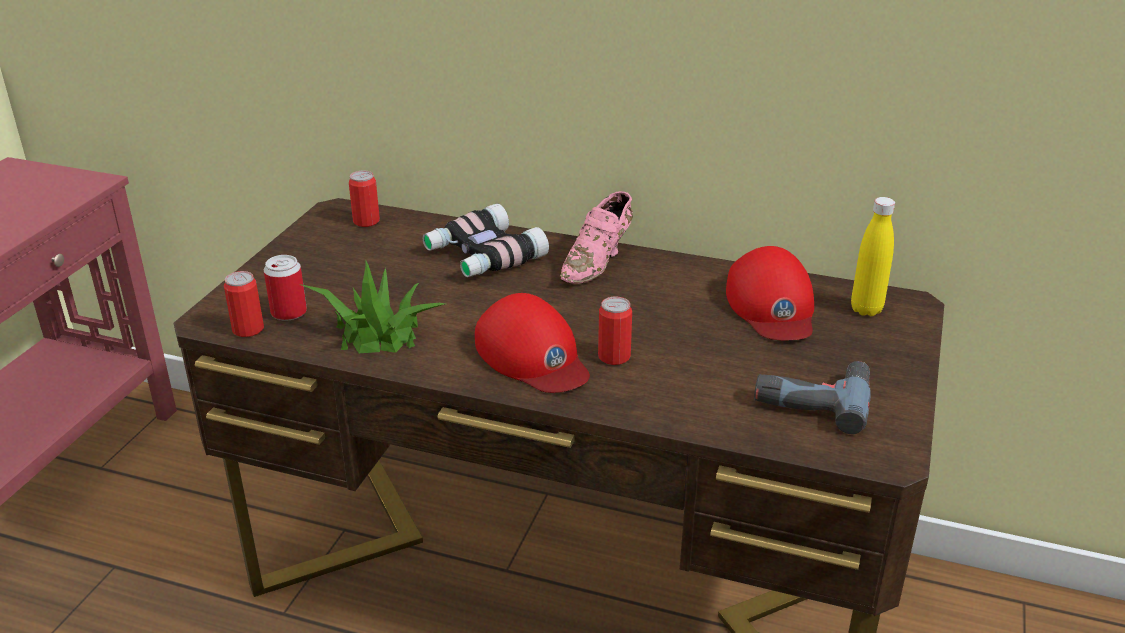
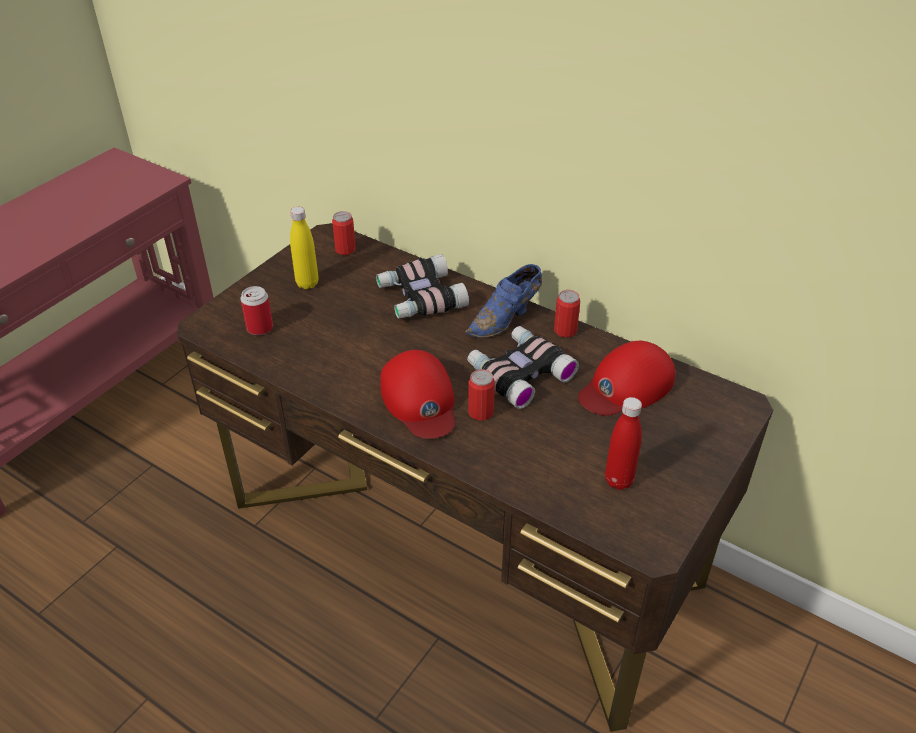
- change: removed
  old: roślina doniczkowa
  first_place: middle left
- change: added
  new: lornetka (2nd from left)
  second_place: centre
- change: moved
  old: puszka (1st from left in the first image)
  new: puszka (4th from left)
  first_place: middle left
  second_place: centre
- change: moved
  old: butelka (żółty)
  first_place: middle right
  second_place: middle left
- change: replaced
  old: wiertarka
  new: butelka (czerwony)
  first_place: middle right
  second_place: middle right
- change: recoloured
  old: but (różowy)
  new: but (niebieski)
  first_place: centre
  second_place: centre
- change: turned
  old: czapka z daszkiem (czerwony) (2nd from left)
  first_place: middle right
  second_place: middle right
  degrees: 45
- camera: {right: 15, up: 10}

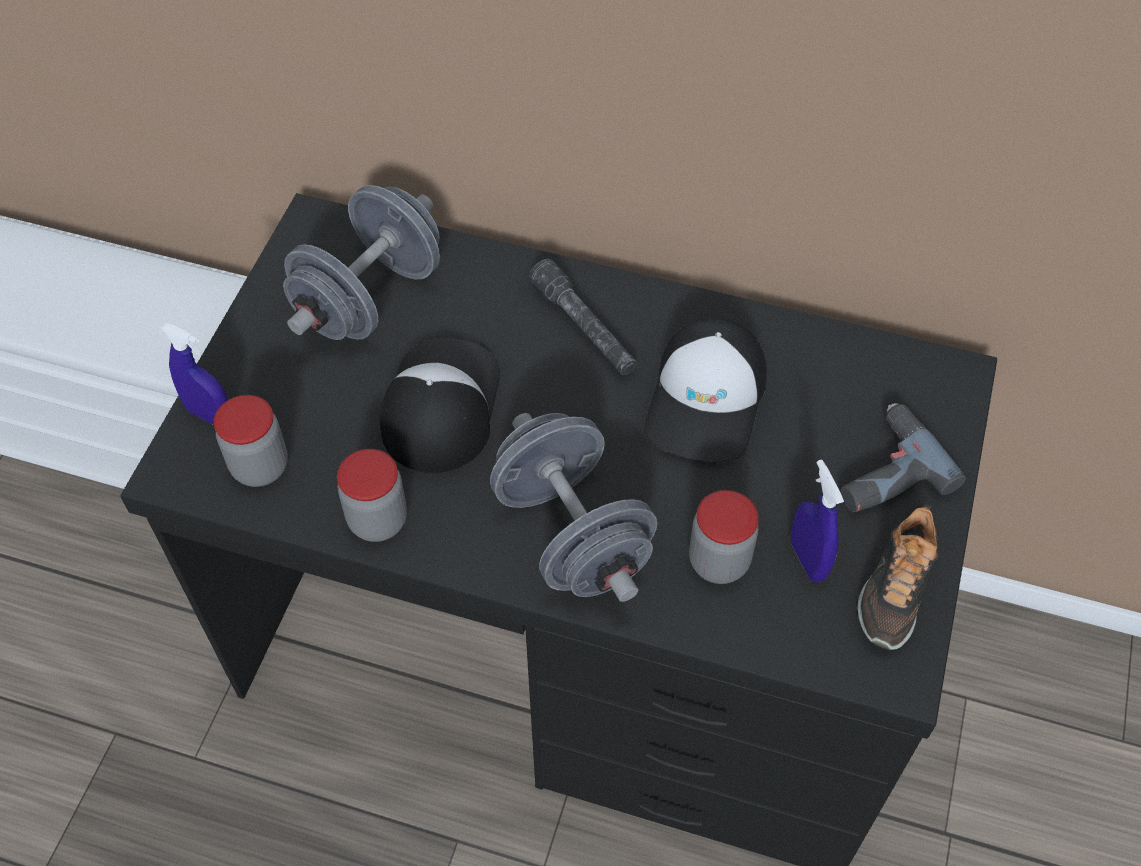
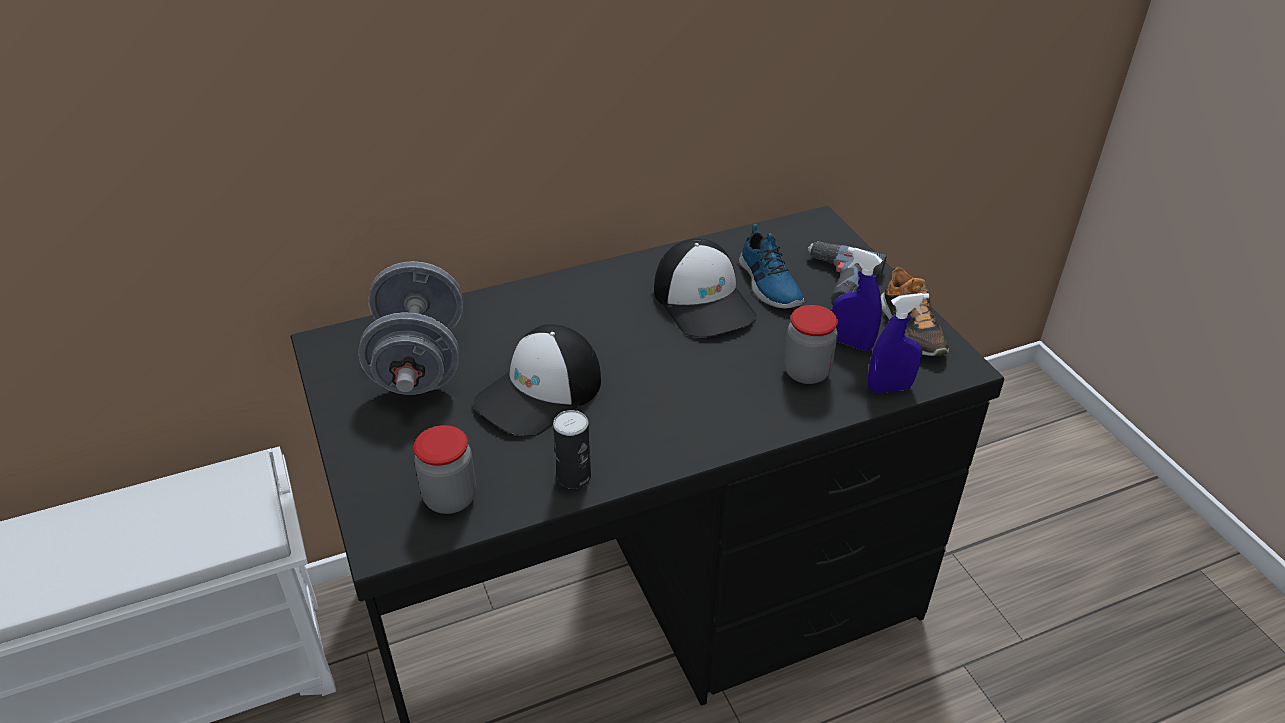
- change: removed
  old: hantel (szary) (2nd from left)
  first_place: centre
- change: removed
  old: latarka (szary)
  first_place: centre
- change: added
  new: but (1st from left)
  second_place: centre
- change: moved
  old: spryskiwacz (niebieski) (1st from left in the first image)
  new: spryskiwacz (niebieski) (2nd from left)
  first_place: middle left
  second_place: middle right
- change: replaced
  old: słoik (2nd from left)
  new: puszka
  first_place: middle left
  second_place: centre
- change: turned
  old: czapka z daszkiem (1st from left)
  first_place: centre
  second_place: centre
  degrees: -105
- camera: {right: -40, up: -15}

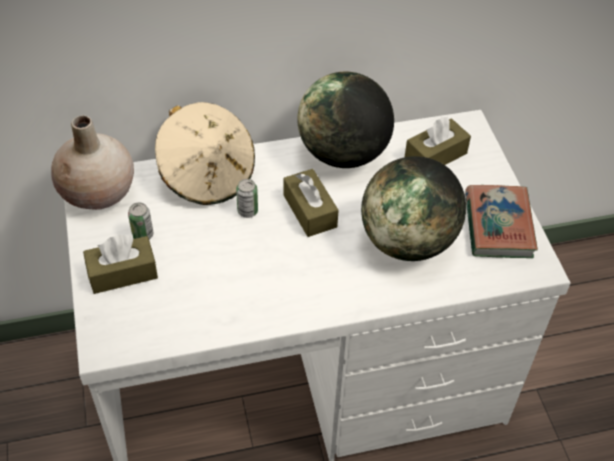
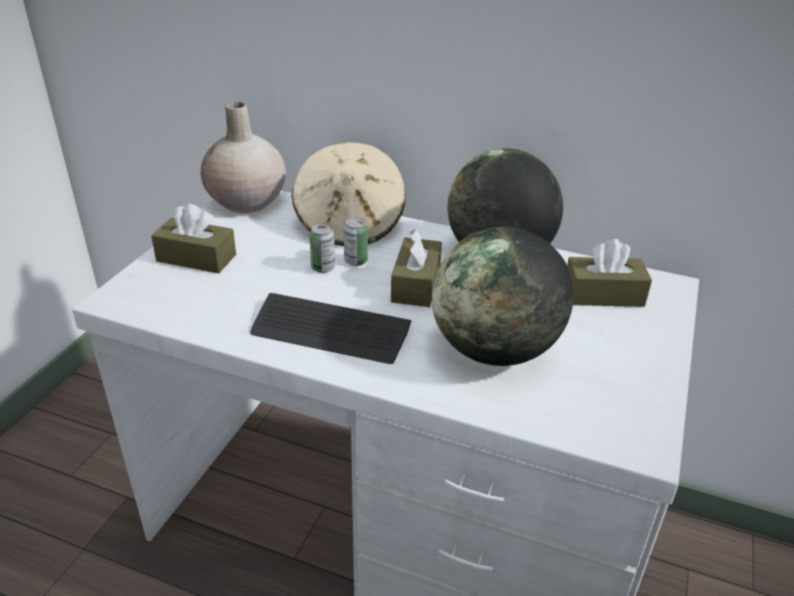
- change: removed
  old: książka
  first_place: middle right
- change: added
  new: klawiatura
  second_place: centre
- change: moved
  old: puszka (1st from left)
  first_place: middle left
  second_place: centre
- camera: {right: 35, up: -15}

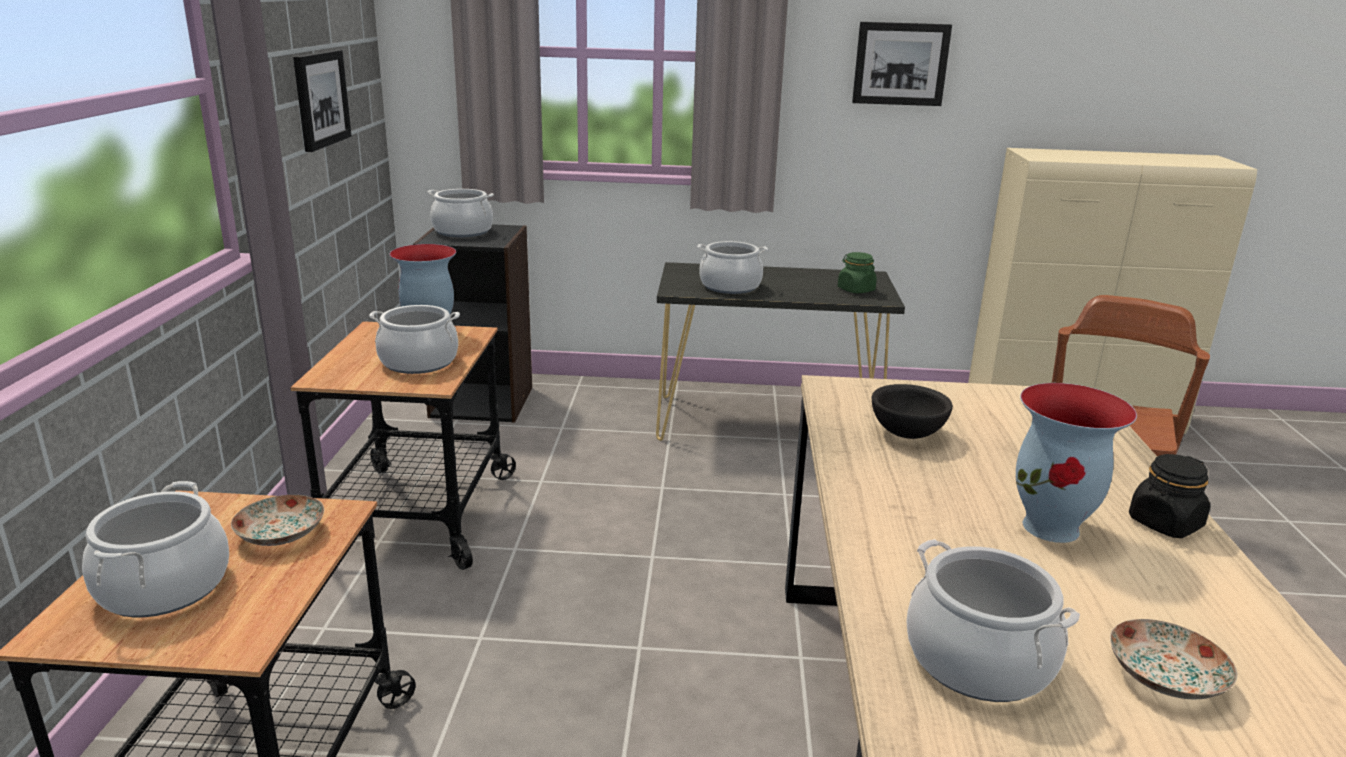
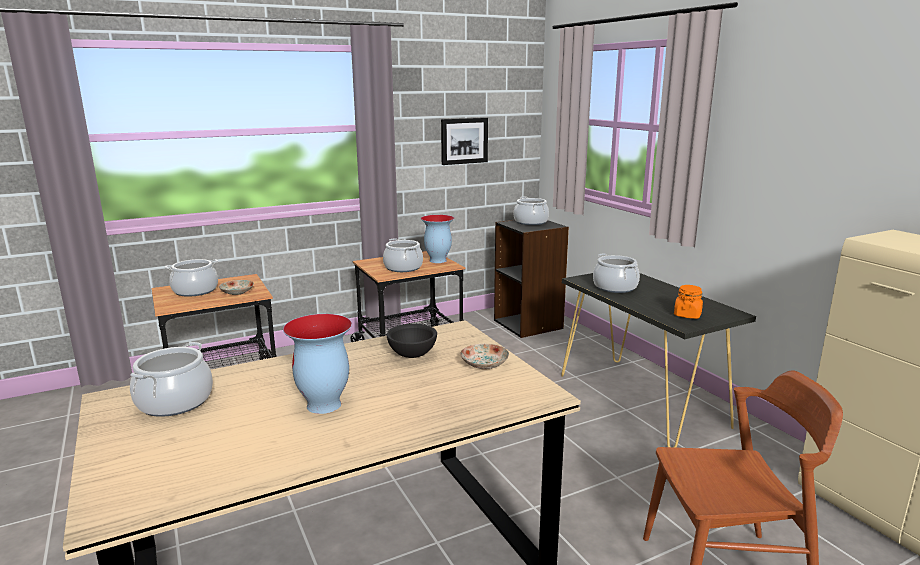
- change: removed
  old: obraz (2nd from left)
  first_place: top right
- change: removed
  old: słoik (czarny)
  first_place: middle right
- change: moved
  old: talerz (2nd from left)
  first_place: bottom right
  second_place: centre
- change: recoloured
  old: słoik (zielony)
  new: słoik (pomarańczowy)
  first_place: centre
  second_place: middle right
- camera: {right: 60, up: -5}

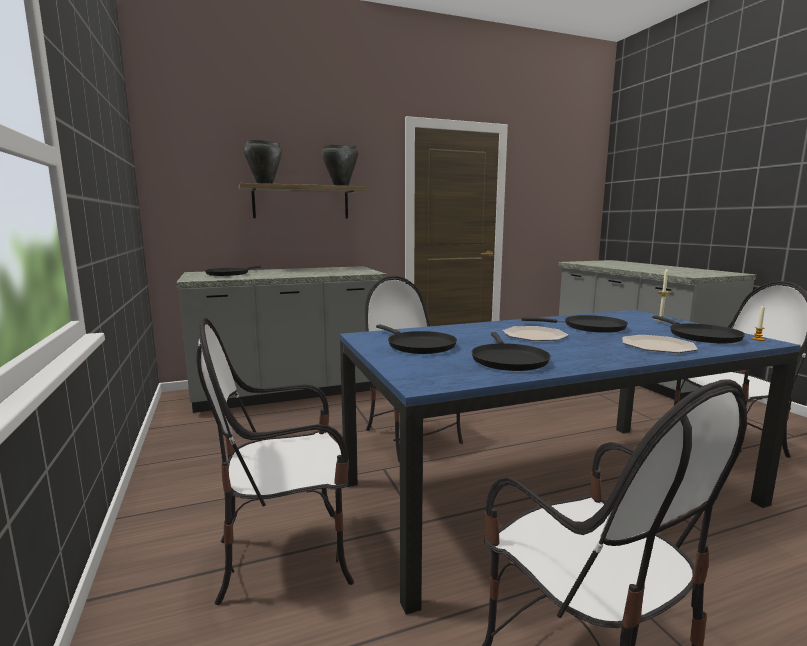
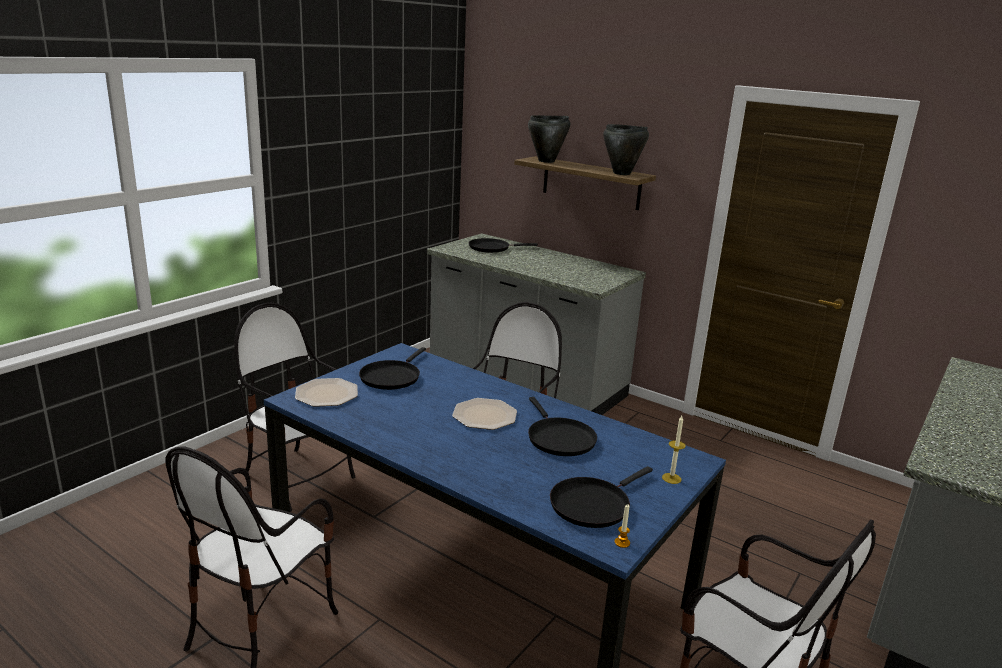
- change: removed
  old: patelnia (czarny) (3rd from left)
  first_place: centre
- change: moved
  old: talerz (2nd from left in the first image)
  new: talerz (1st from left)
  first_place: middle right
  second_place: middle left
- camera: {right: 55, up: 10}

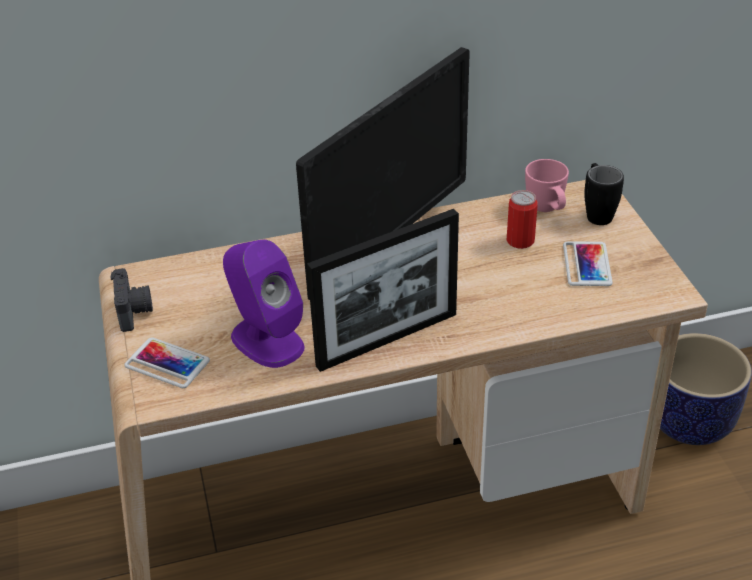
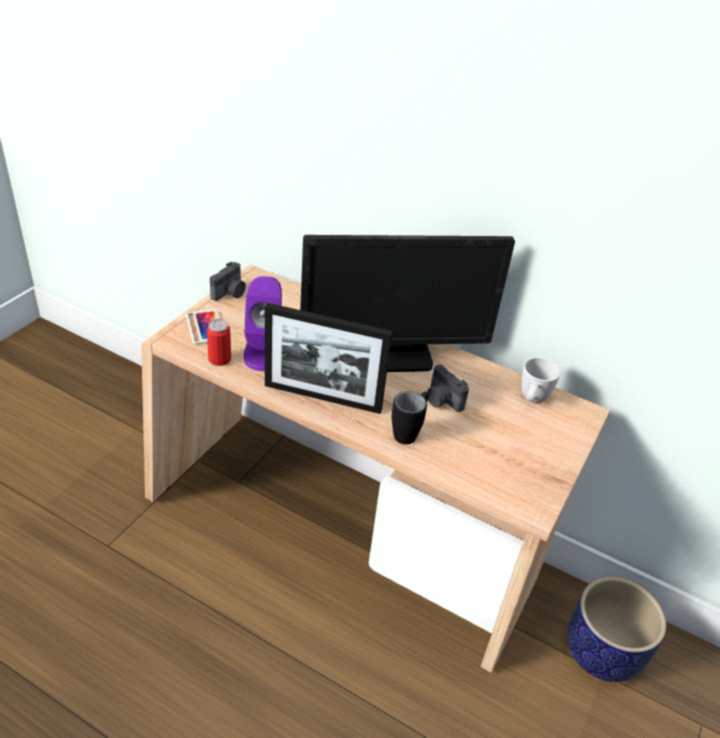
- change: removed
  old: telefon (2nd from left)
  first_place: middle right
- change: added
  new: aparat fotograficzny (2nd from left)
  second_place: centre
- change: moved
  old: puszka
  first_place: middle right
  second_place: middle left
- change: moved
  old: kubek (czarny)
  first_place: middle right
  second_place: centre
- change: recoloured
  old: kubek (różowy)
  new: kubek (biały)
  first_place: top right
  second_place: middle right
- camera: {right: 40, up: 0}

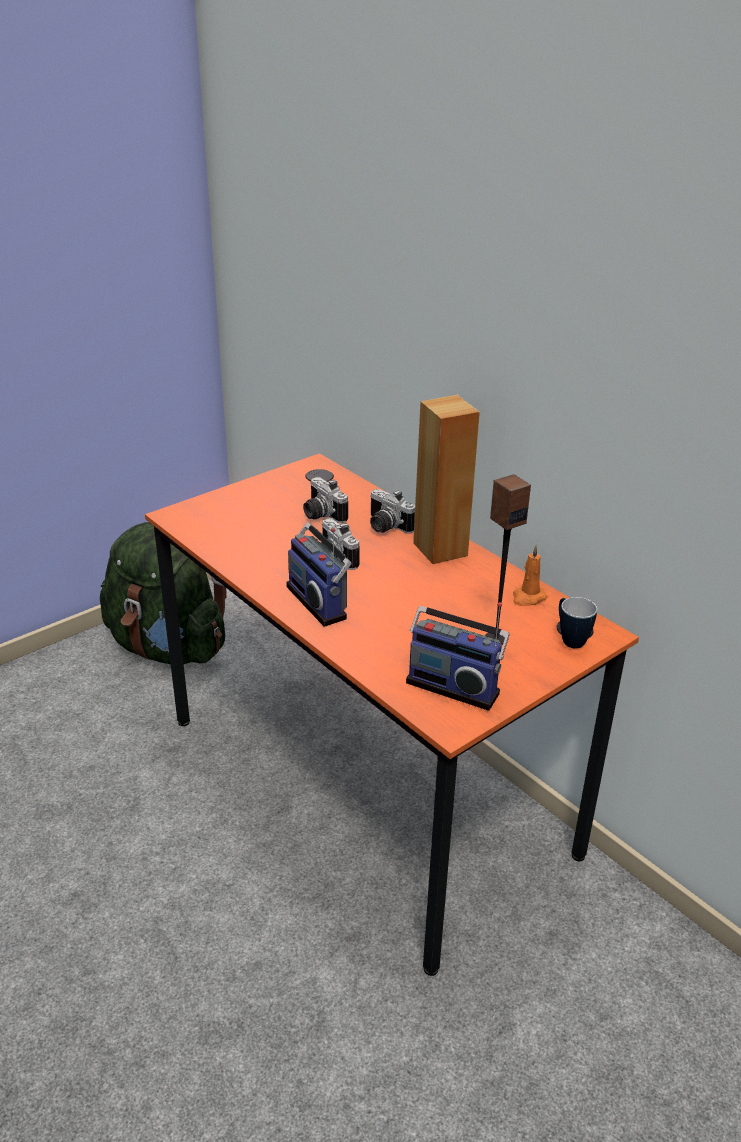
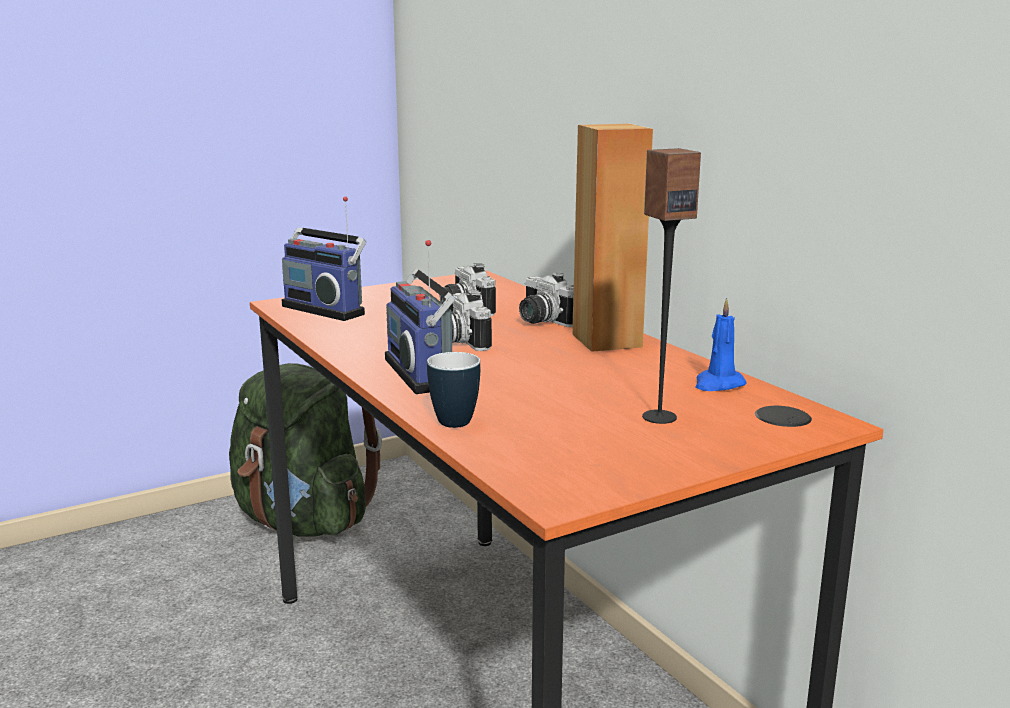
- change: moved
  old: radio (2nd from left in the first image)
  new: radio (1st from left)
  first_place: centre
  second_place: middle left
- change: moved
  old: kubek
  first_place: middle right
  second_place: centre
- change: recoloured
  old: świeca (pomarańczowy)
  new: świeca (niebieski)
  first_place: middle right
  second_place: middle right
- camera: {right: 10, up: -15}

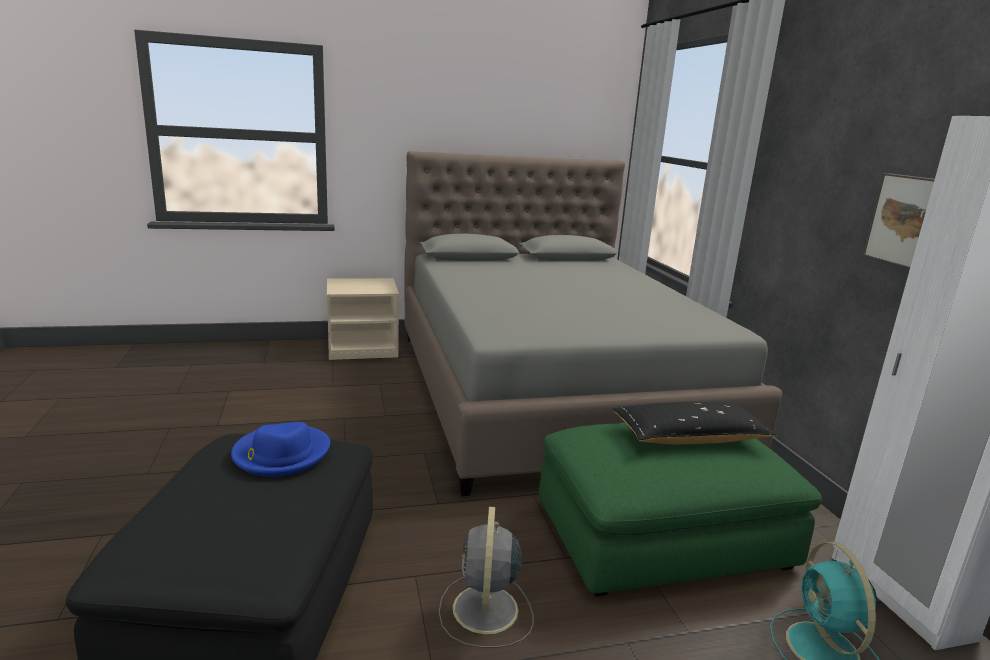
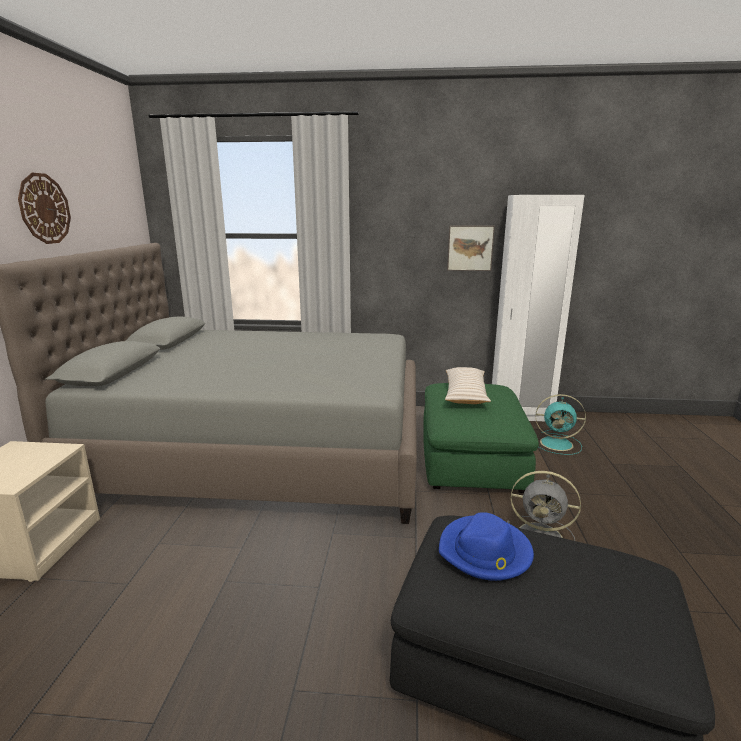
- change: added
  new: zegar ścienny
  second_place: top left
- change: recoloured
  old: poduszka (czarny)
  new: poduszka (beżowy)
  first_place: middle right
  second_place: centre
- camera: {right: -70, up: 0}

